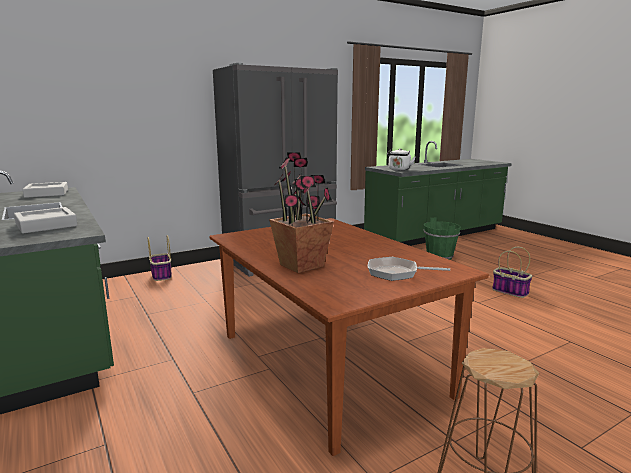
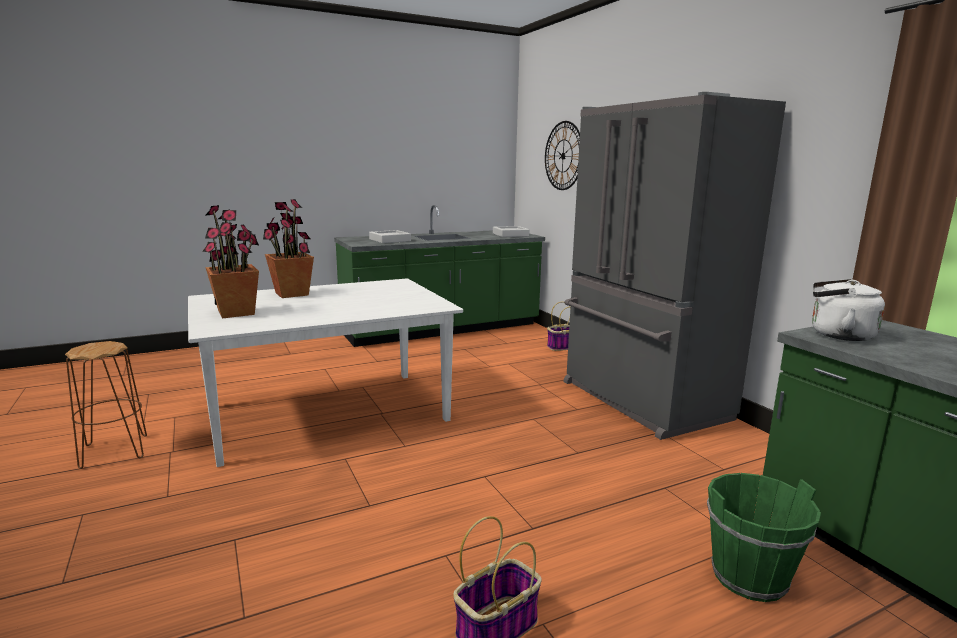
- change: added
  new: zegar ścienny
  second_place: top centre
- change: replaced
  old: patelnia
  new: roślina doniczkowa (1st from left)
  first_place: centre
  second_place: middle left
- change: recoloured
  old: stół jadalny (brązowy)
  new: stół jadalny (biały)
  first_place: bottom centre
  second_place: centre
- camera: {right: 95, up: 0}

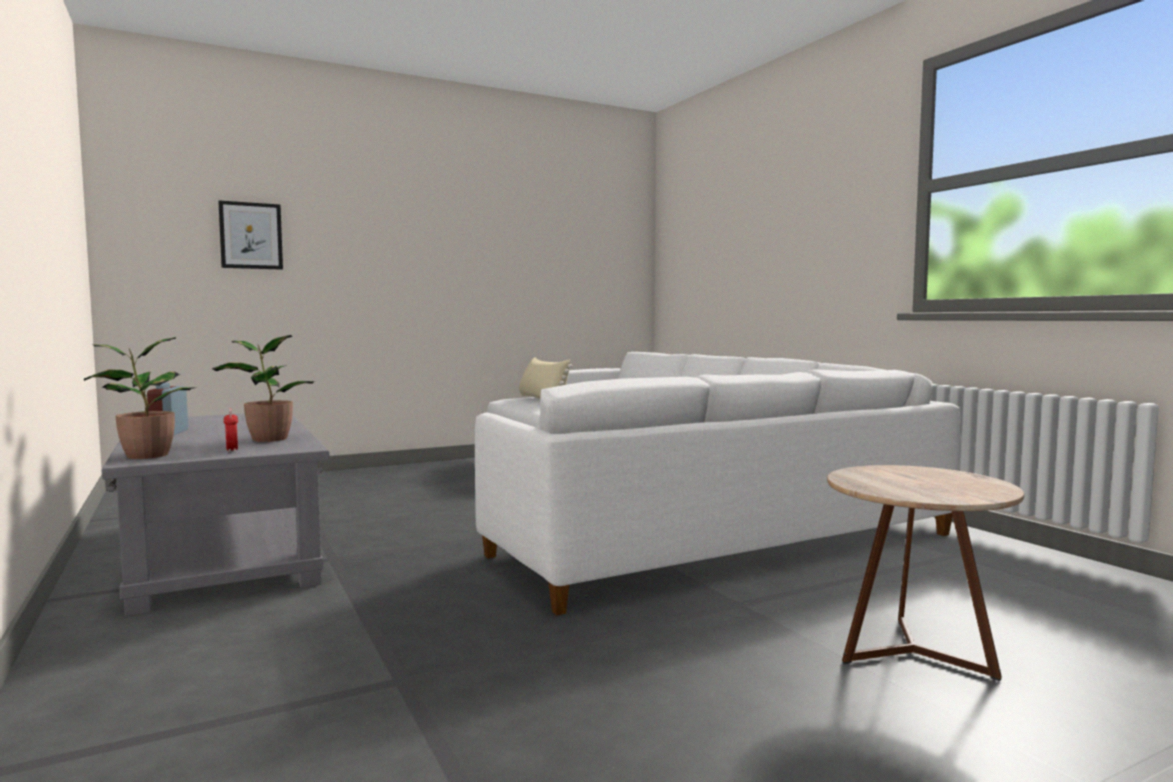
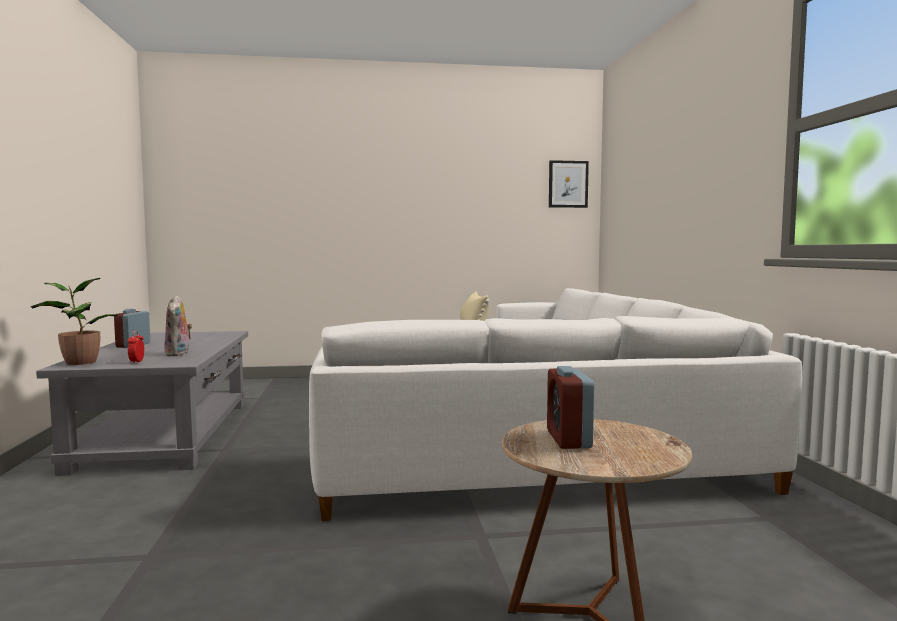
- change: added
  new: budzik (3rd from left)
  second_place: centre
- change: moved
  old: obraz
  first_place: top left
  second_place: top centre
- change: replaced
  old: roślina doniczkowa (2nd from left)
  new: pluszak
  first_place: middle left
  second_place: middle left
- camera: {right: 20, up: 0}

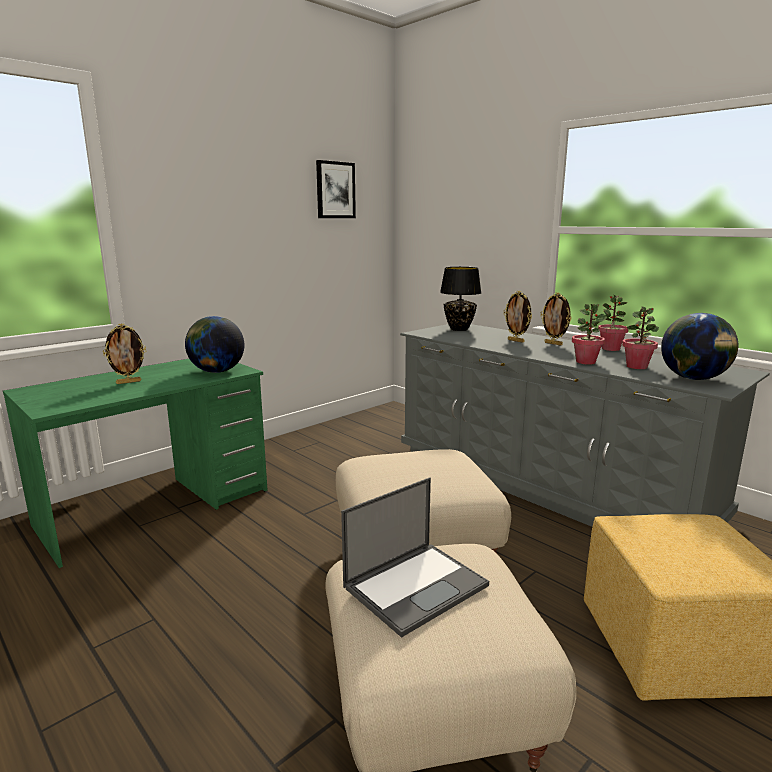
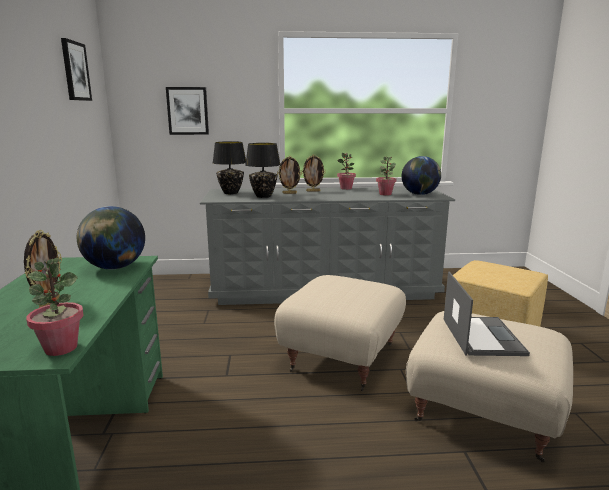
- change: added
  new: obraz (2nd from left)
  second_place: top left
- change: added
  new: lampa stołowa (czarny) (2nd from left)
  second_place: centre
- change: moved
  old: roślina doniczkowa (1st from left)
  first_place: middle right
  second_place: middle left
- camera: {right: -50, up: 0}

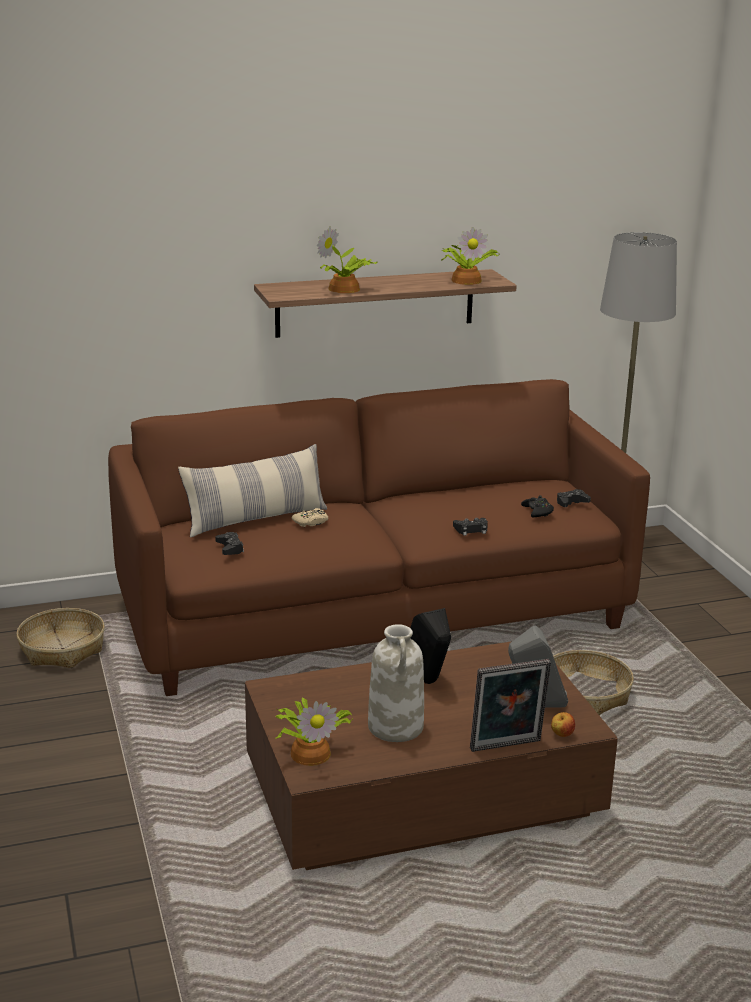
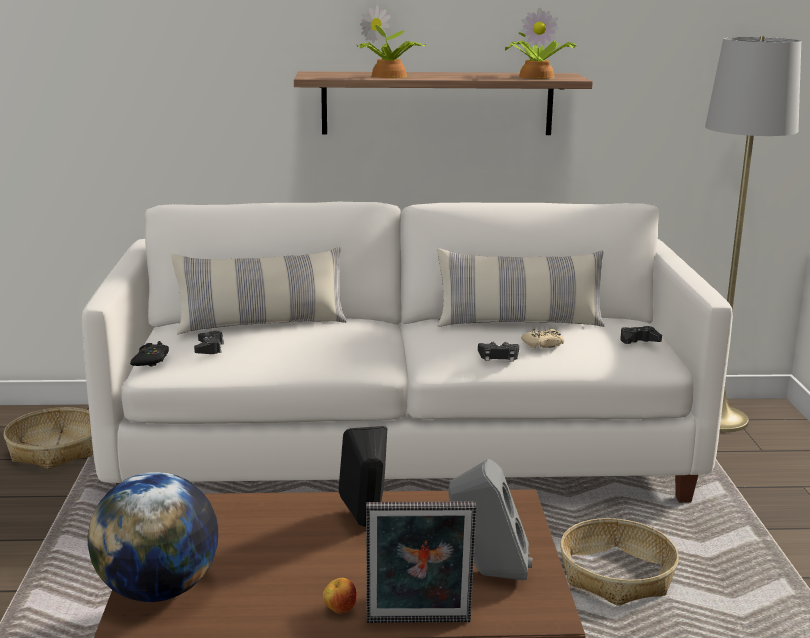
- change: removed
  old: wazon (biały)
  first_place: bottom centre
- change: added
  new: poduszka (2nd from left)
  second_place: centre
- change: moved
  old: pad do gier (beżowy)
  first_place: centre
  second_place: middle right
- change: moved
  old: pad do gier (czarny) (3rd from left in the first image)
  new: pad do gier (czarny) (1st from left)
  first_place: middle right
  second_place: middle left
- change: moved
  old: jabłko
  first_place: bottom right
  second_place: bottom centre
- change: replaced
  old: roślina doniczkowa (1st from left)
  new: globus
  first_place: bottom centre
  second_place: bottom left
- change: recoloured
  old: kanapa (brązowy)
  new: kanapa (biały)
  first_place: centre
  second_place: centre
- camera: {right: 15, up: -5}

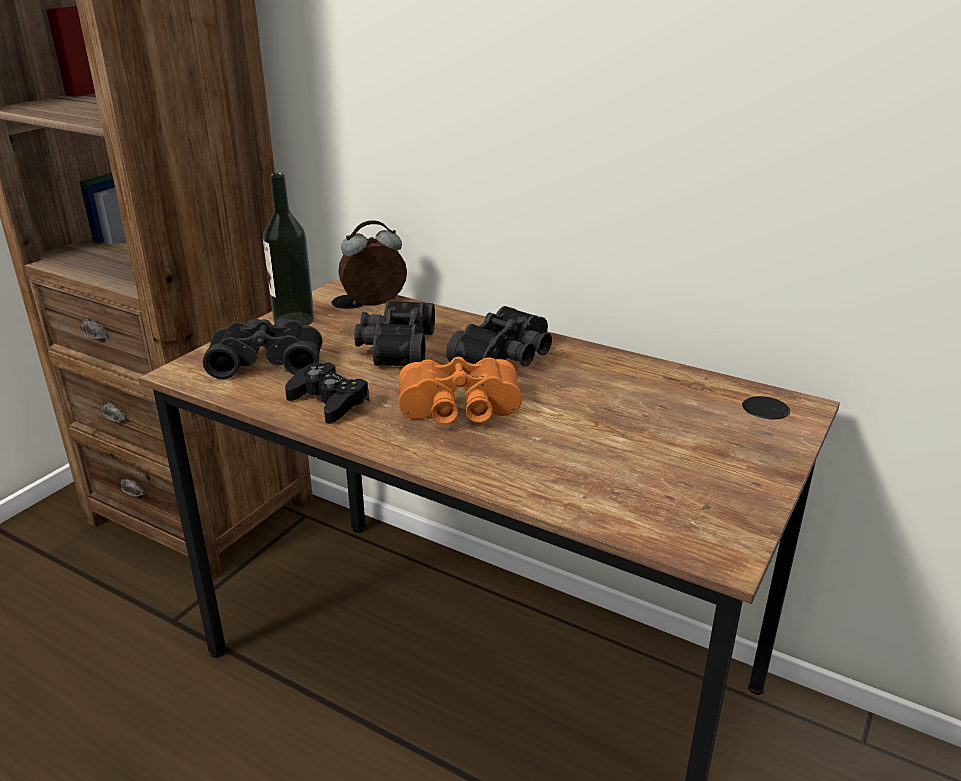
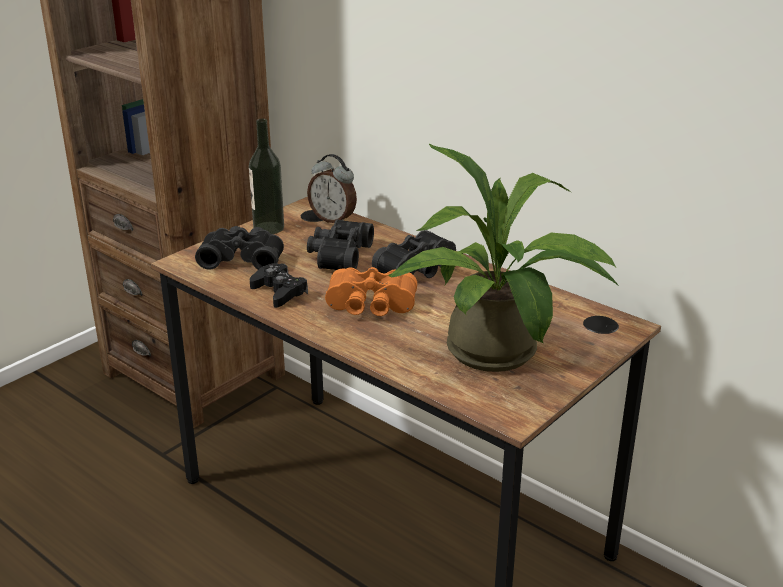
- change: added
  new: roślina doniczkowa
  second_place: centre
- change: turned
  old: budzik
  first_place: centre
  second_place: top centre
  degrees: -135
- camera: {right: 10, up: 0}

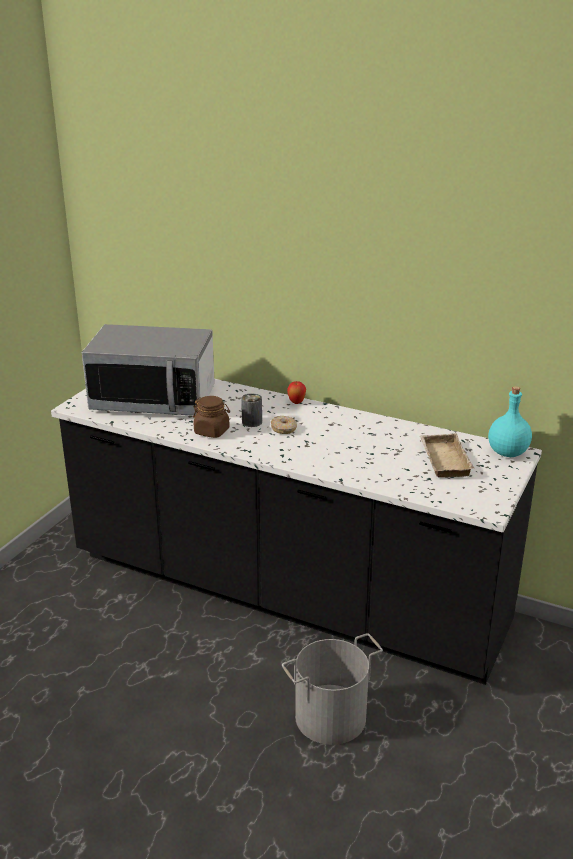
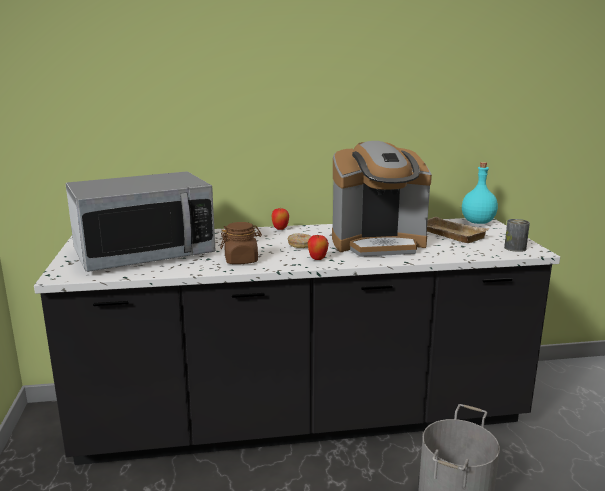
- change: added
  new: jabłko (2nd from left)
  second_place: centre
- change: added
  new: ekspres do kawy
  second_place: centre
- change: moved
  old: puszka
  first_place: centre
  second_place: middle right
- camera: {right: -35, up: -10}

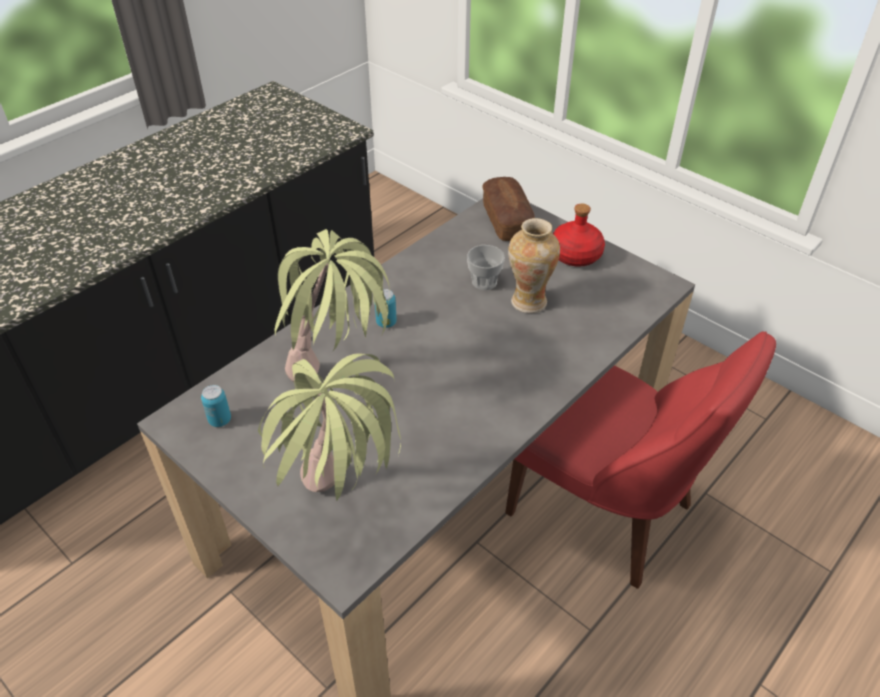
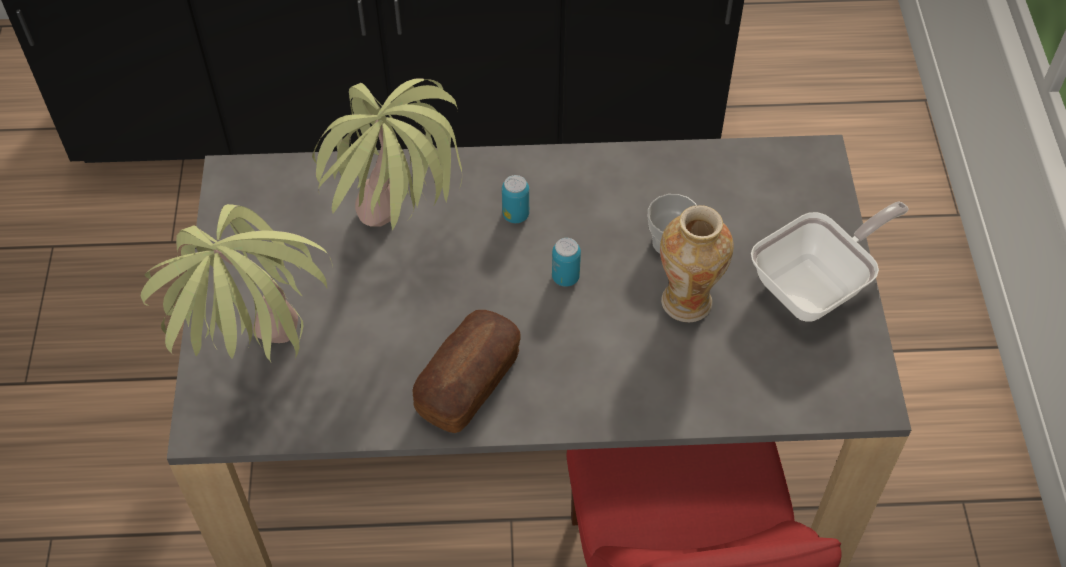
- change: moved
  old: puszka (1st from left in the first image)
  new: puszka (2nd from left)
  first_place: middle left
  second_place: centre
- change: moved
  old: chleb
  first_place: top centre
  second_place: centre
- change: replaced
  old: butelka (czerwony)
  new: patelnia
  first_place: centre
  second_place: middle right
- camera: {right: 45, up: 10}

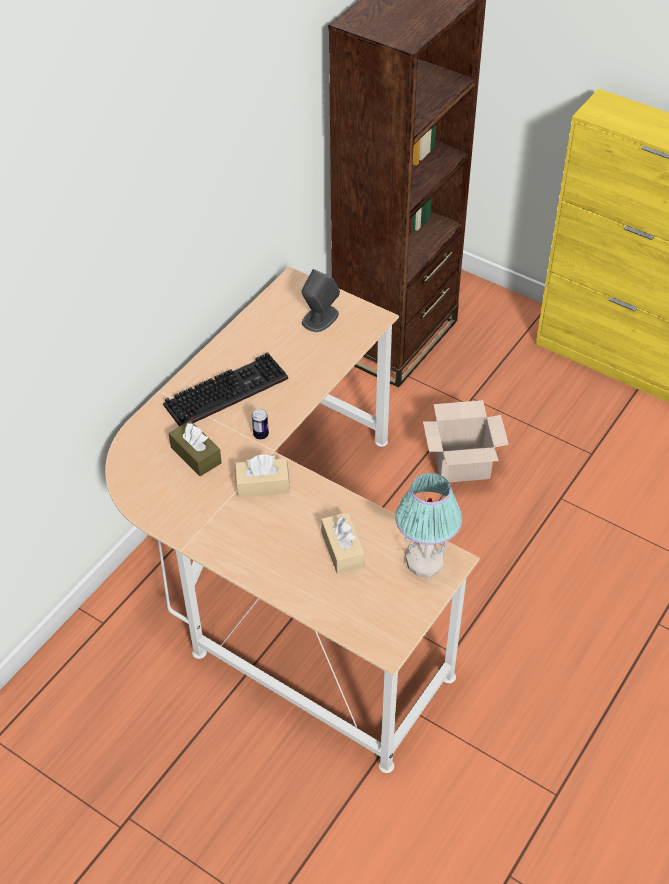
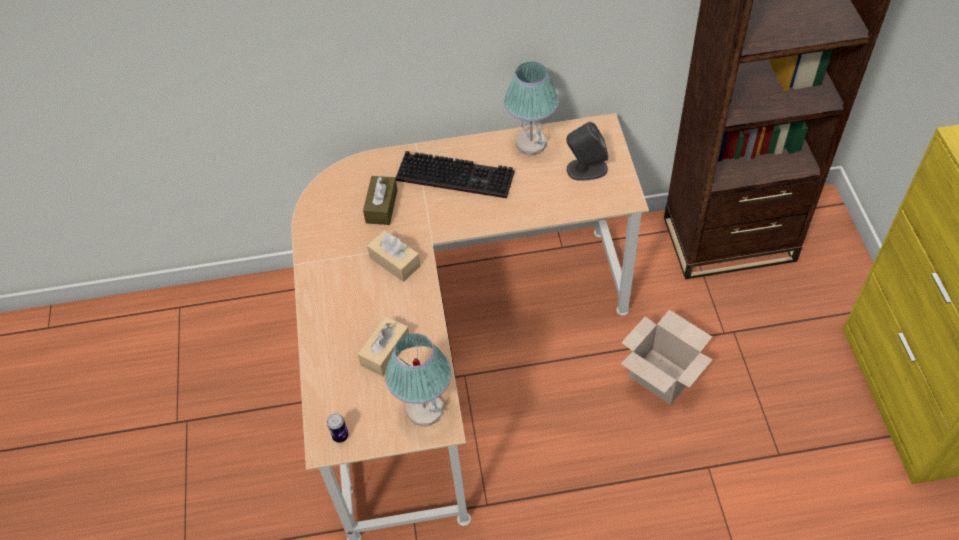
- change: added
  new: lampa stołowa (2nd from left)
  second_place: top centre
- change: moved
  old: puszka
  first_place: centre
  second_place: bottom centre
- camera: {right: 50, up: 5}

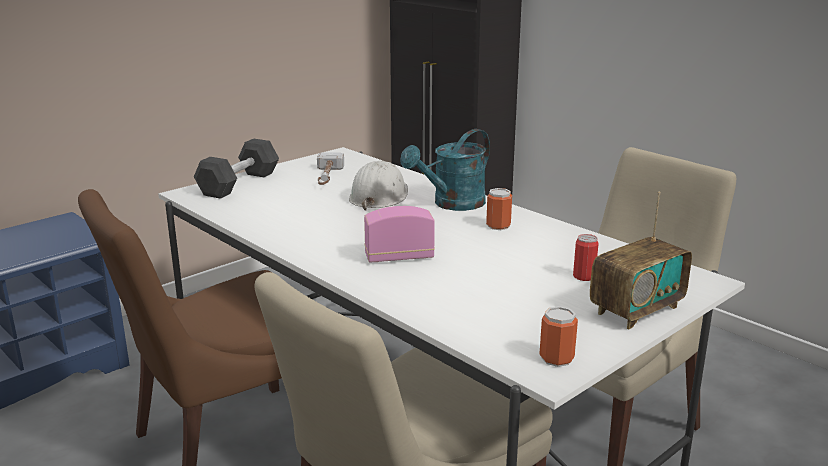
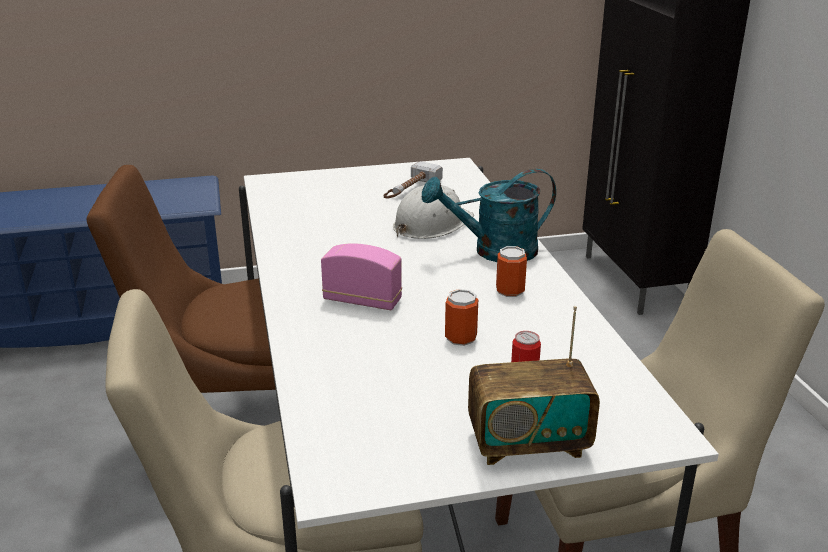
- change: removed
  old: hantel (czarny)
  first_place: middle left
- change: moved
  old: puszka (2nd from left in the first image)
  new: puszka (1st from left)
  first_place: bottom right
  second_place: centre
- camera: {right: 30, up: 5}

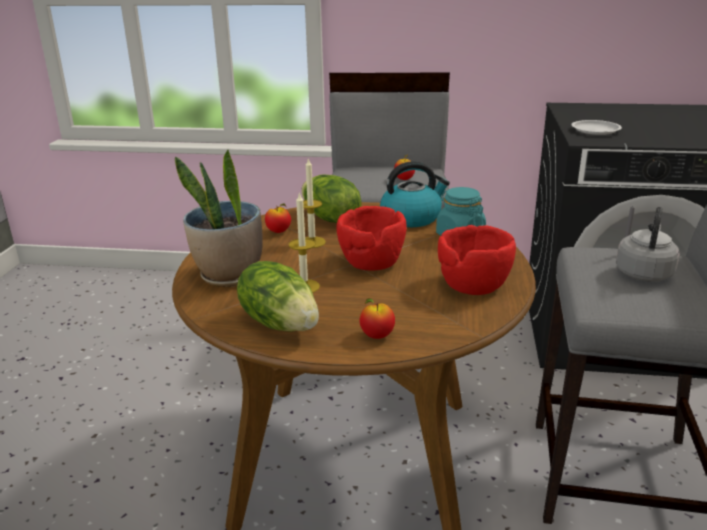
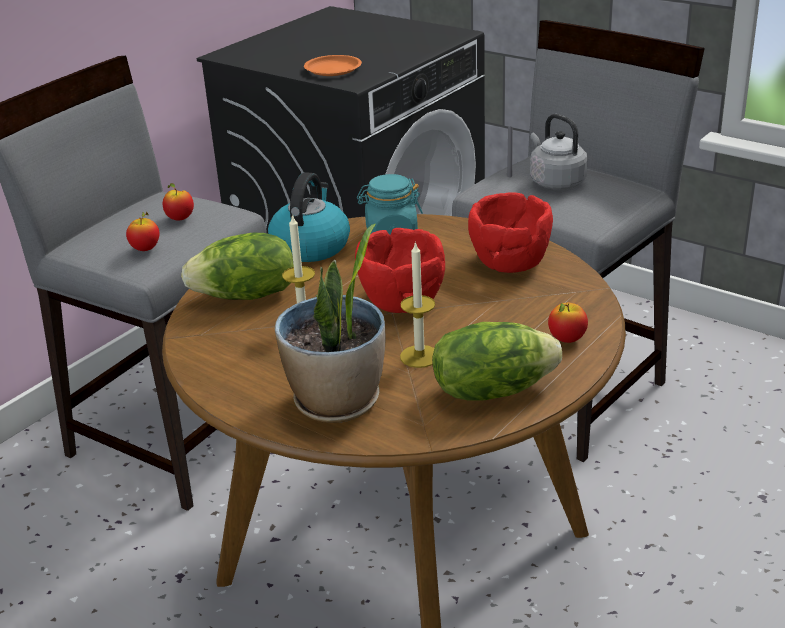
- change: moved
  old: jabłko (1st from left)
  first_place: centre
  second_place: middle left
- change: recoloured
  old: talerz (biały)
  new: talerz (pomarańczowy)
  first_place: top right
  second_place: top centre
- camera: {right: -60, up: 5}

